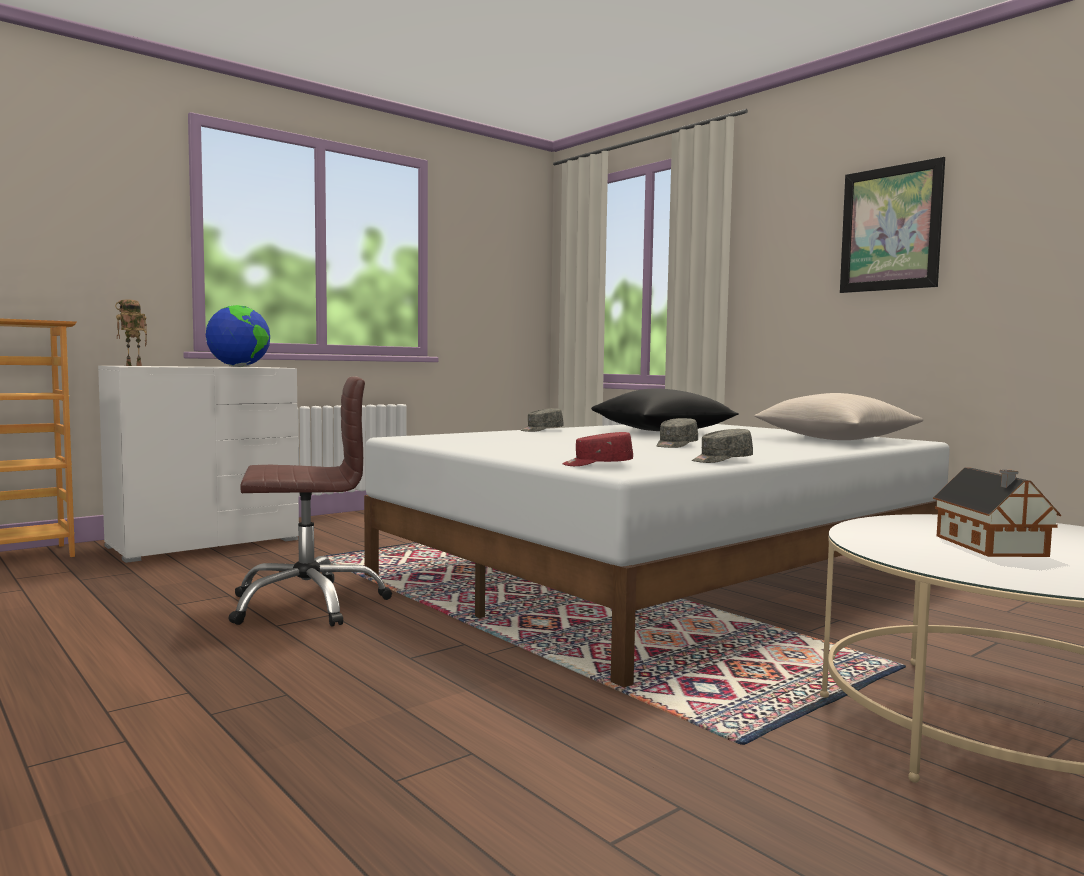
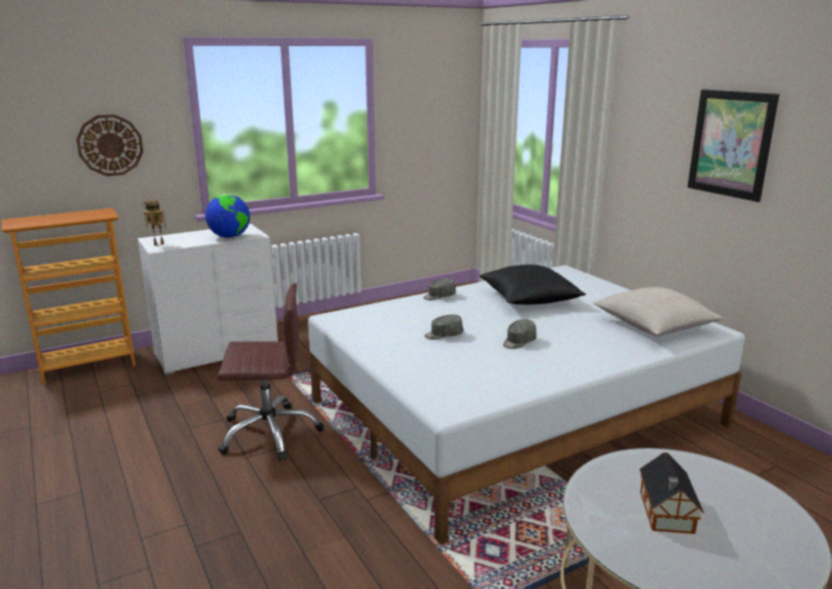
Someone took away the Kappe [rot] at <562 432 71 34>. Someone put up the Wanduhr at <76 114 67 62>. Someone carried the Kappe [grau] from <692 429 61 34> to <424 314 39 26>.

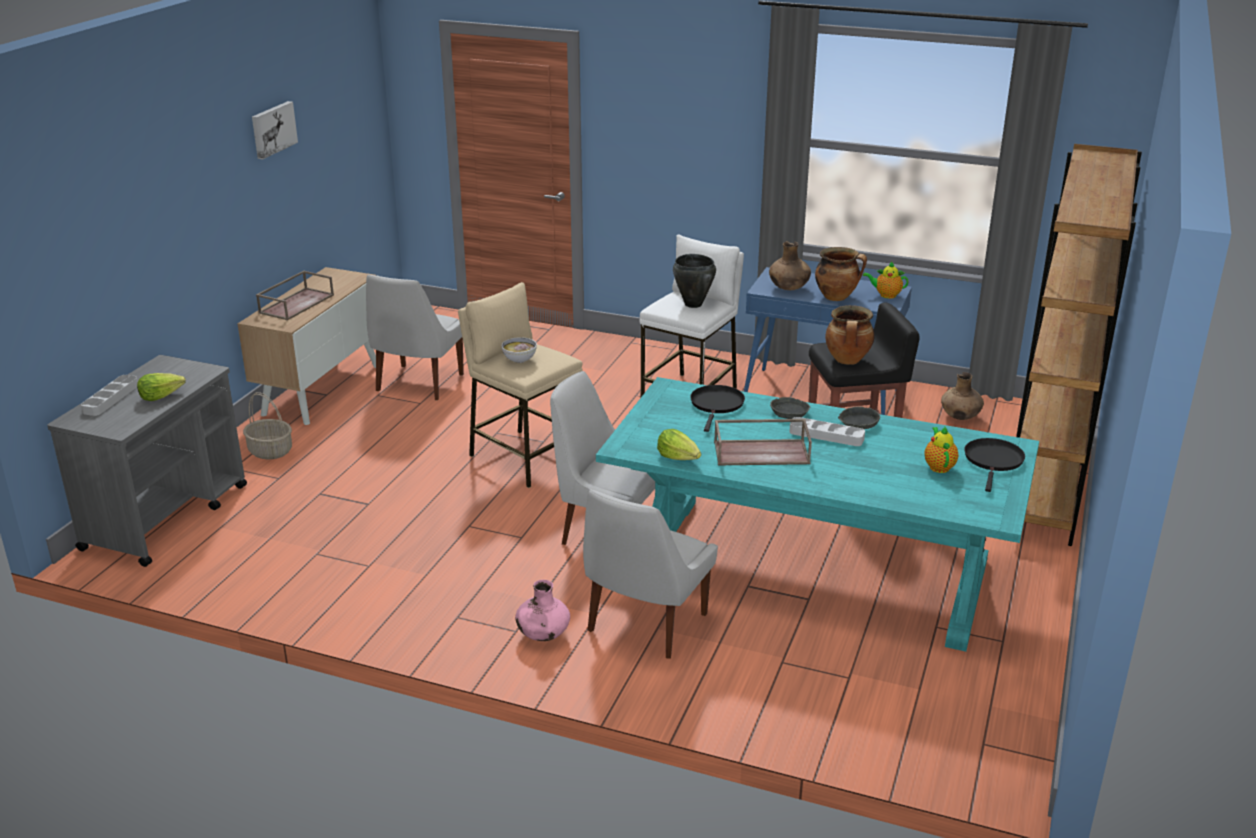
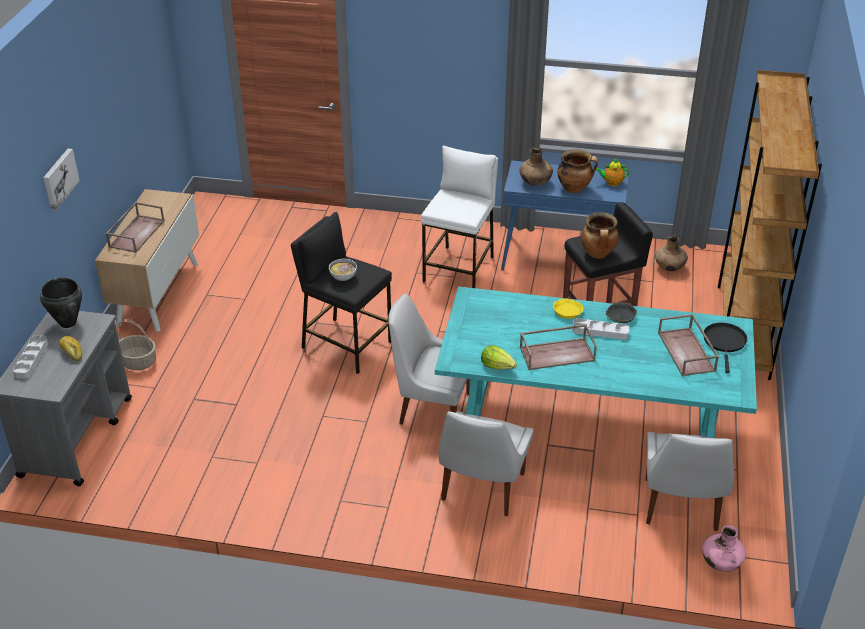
Someone took away the Pfanne [schwarz] at <690 385 55 47>. Someone carried the Bild from <252 101 46 58> to <43 149 37 62>. Someone carried the Stuhl [weiß] from <366 274 98 126> to <645 432 89 99>. Someone carried the Vase [rosa] from <515 580 55 61> to <702 525 44 47>. Someone carried the Kochtopf [schwarz] from <673 254 43 54> to <40 277 42 51>. Someone swapped the Salatkopf at <137 373 49 28> for the Brot at <59 336 23 25>. Someone swapped the Teekanne at <924 427 35 46> for the Tablett [braun] at <658 314 61 62>. Someone repainted the Hocker [beige] at <458 282 125 206>, which became the Hocker [schwarz] at <291 212 101 162>. Someone repainted the Schüssel [grau] at <770 397 40 22>, which became the Schüssel [gelb] at <553 299 30 20>.

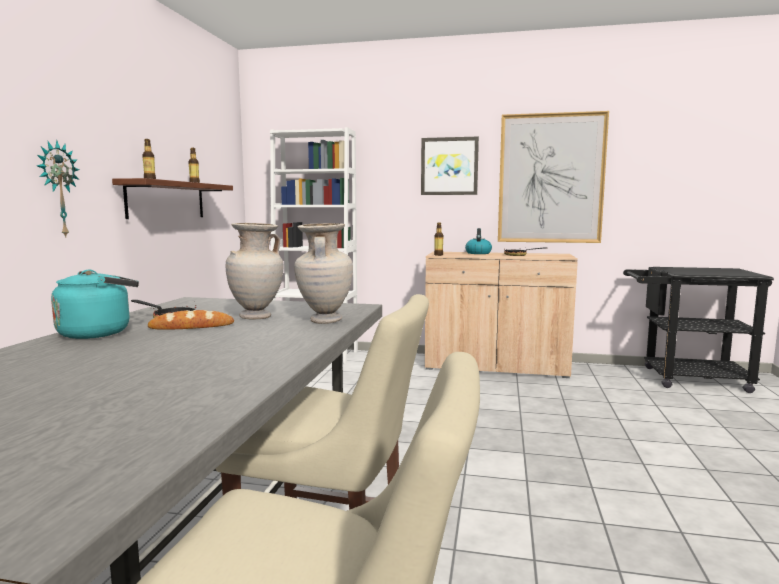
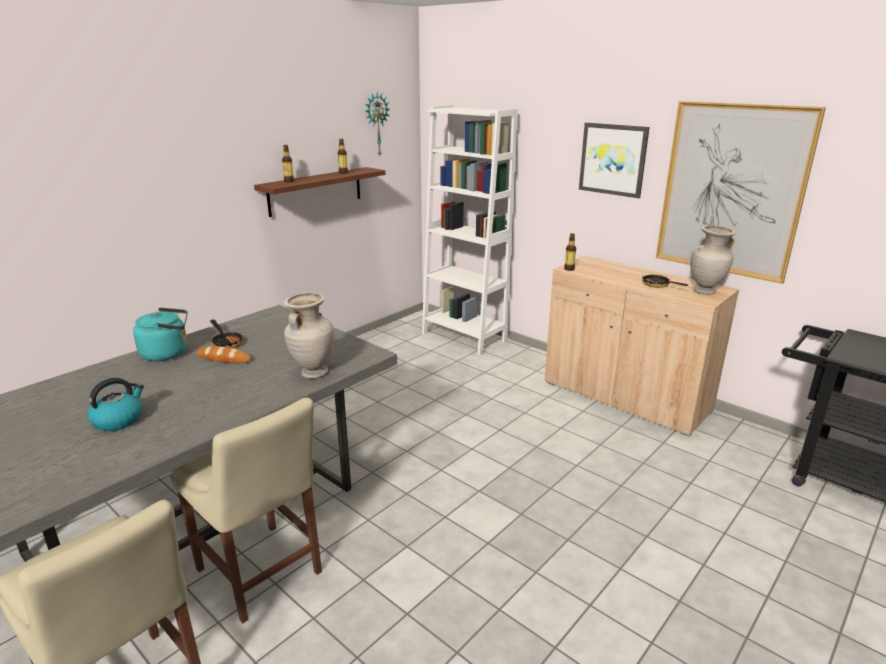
Someone carried the Wanduhr from <37 140 43 97> to <365 92 25 64>. Someone carried the Vase [beige] from <226 223 57 96> to <690 225 46 69>. Someone carried the Wasserkessel from <465 228 27 26> to <88 378 56 53>.

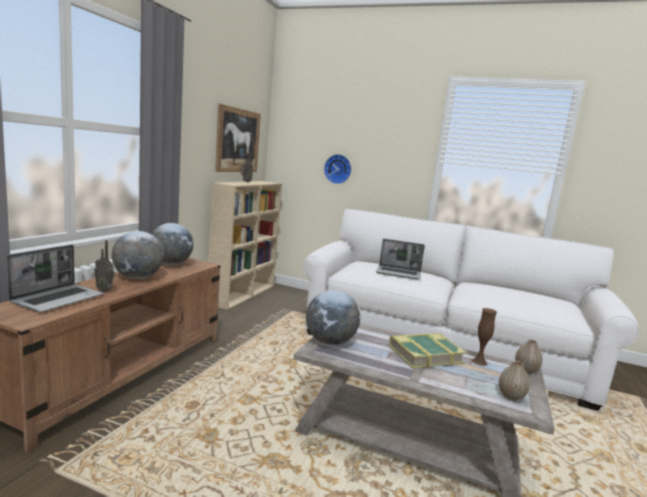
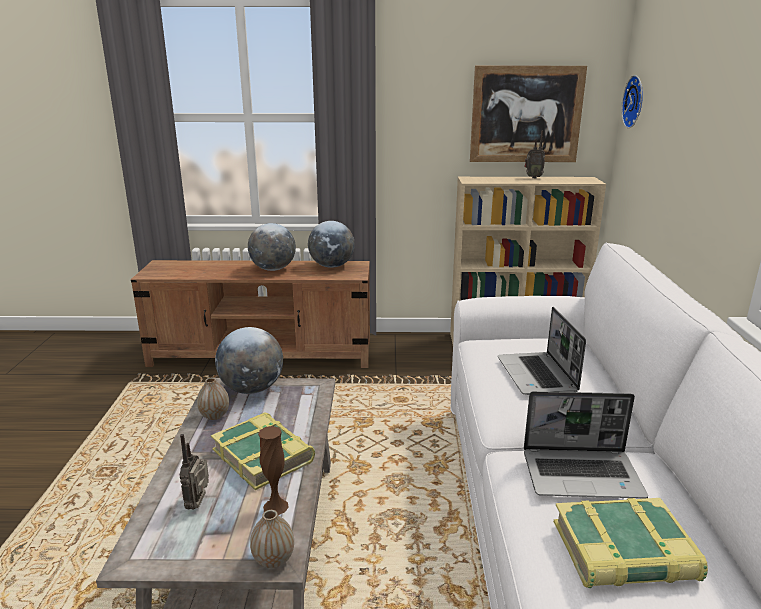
Someone put down the Buch at <553 498 155 90>. Someone carried the Laptop from <6 245 98 68> to <524 391 124 108>. Someone carried the Radio from <94 240 21 52> to <179 434 30 76>. Someone carried the Wanduhr from <324 154 27 30> to <621 75 22 53>. Someone carried the Vase from <499 361 31 40> to <197 378 32 42>.

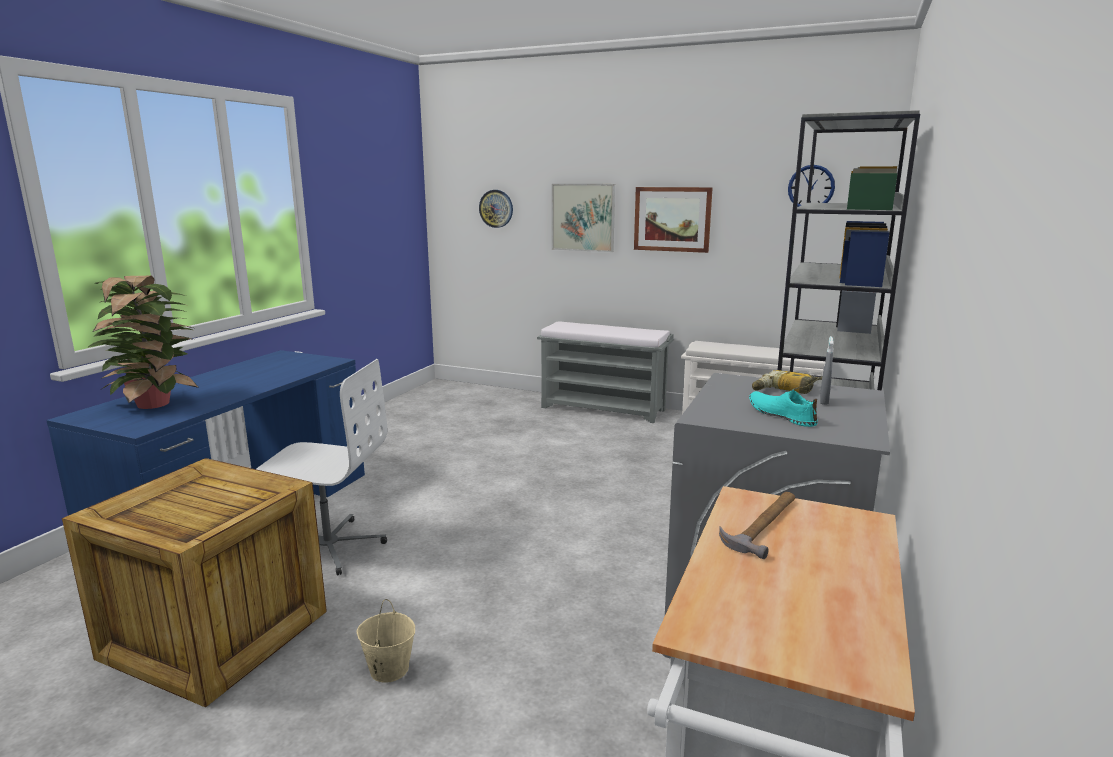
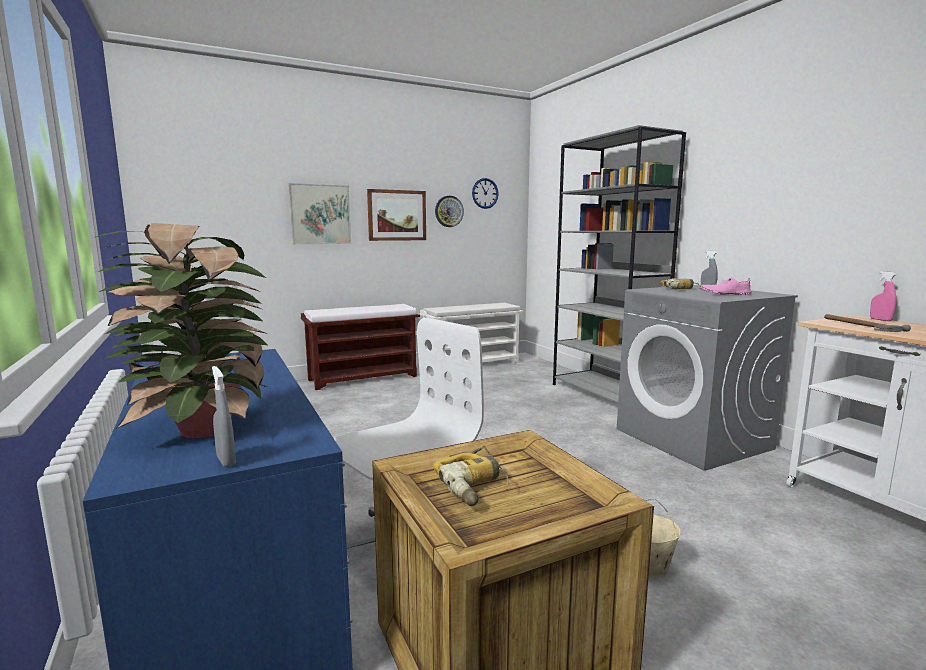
Someone put down the Sprühflasche [grau] at <212 366 24 101>. Someone put down the Bohrmaschine at <433 446 76 60>. Someone put down the Sprühflasche [rosa] at <870 271 27 50>. Someone carried the Wanduhr from <479 190 34 38> to <435 196 29 31>. Someone repainted the Bank [grau] at <537 321 137 102>, which became the Bank [braun] at <301 304 119 86>. Someone repainted the Schuh [türkis] at <749 390 69 37>, which became the Schuh [rosa] at <699 277 52 18>.

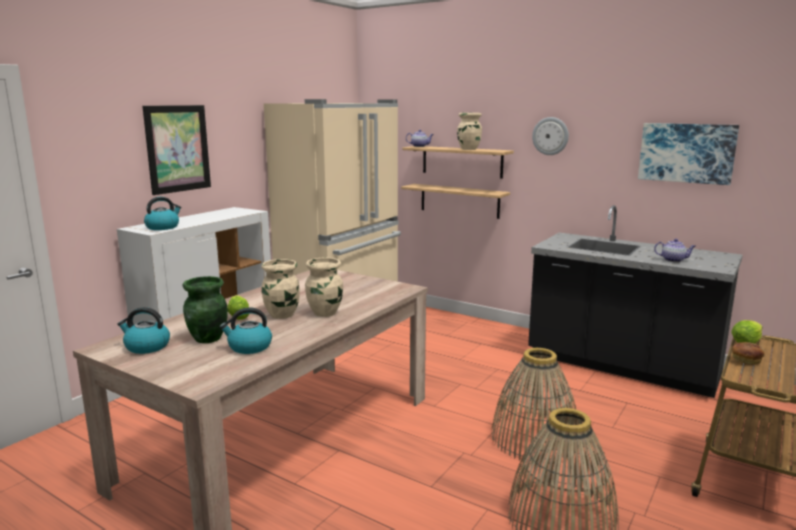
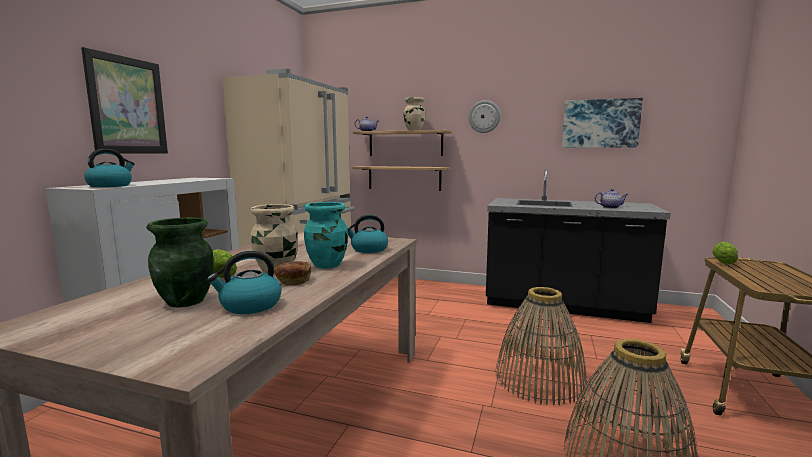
Someone carried the Wasserkessel from <117 307 53 47> to <347 215 41 38>. Someone carried the Brot from <732 342 33 23> to <274 261 37 24>. Someone repainted the Vase [beige] at <305 257 38 60>, which became the Vase [türkis] at <304 202 44 67>.

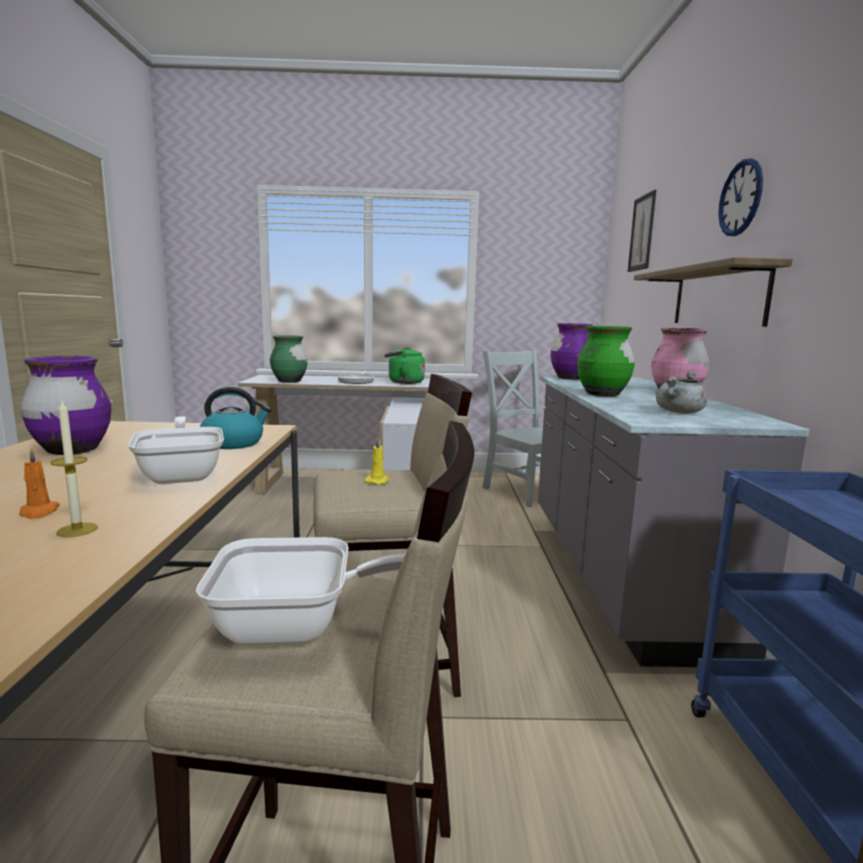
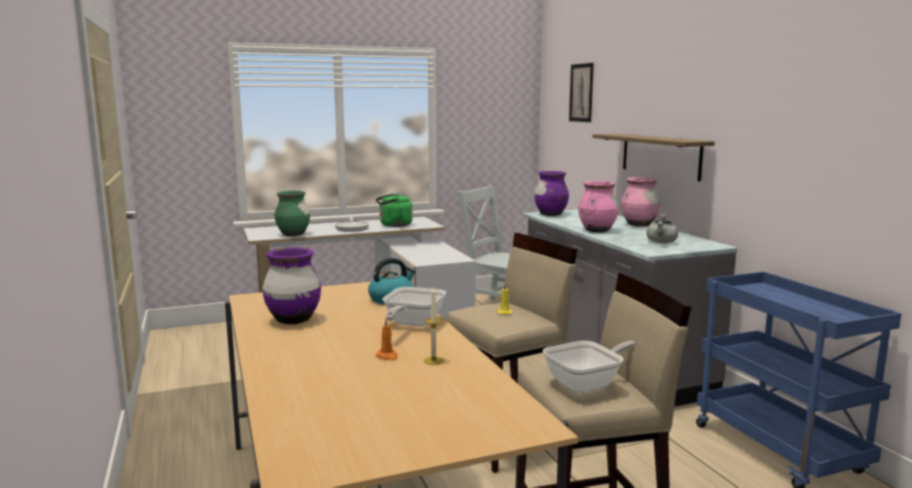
Someone took away the Wanduhr at <718 158 45 78>. Someone repainted the Vase [grün] at <577 326 58 71>, which became the Vase [rosa] at <578 181 41 52>. Someone rotated the Pfanne at <128 416 96 68> by 120 degrees counterclockwise.

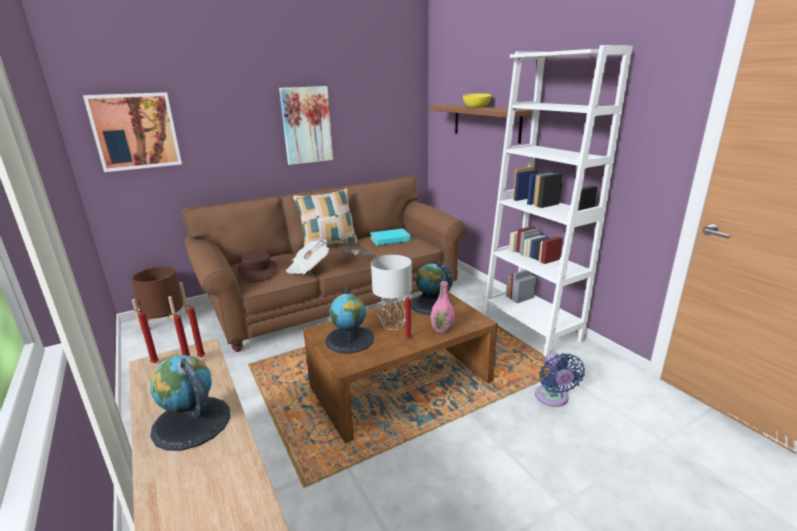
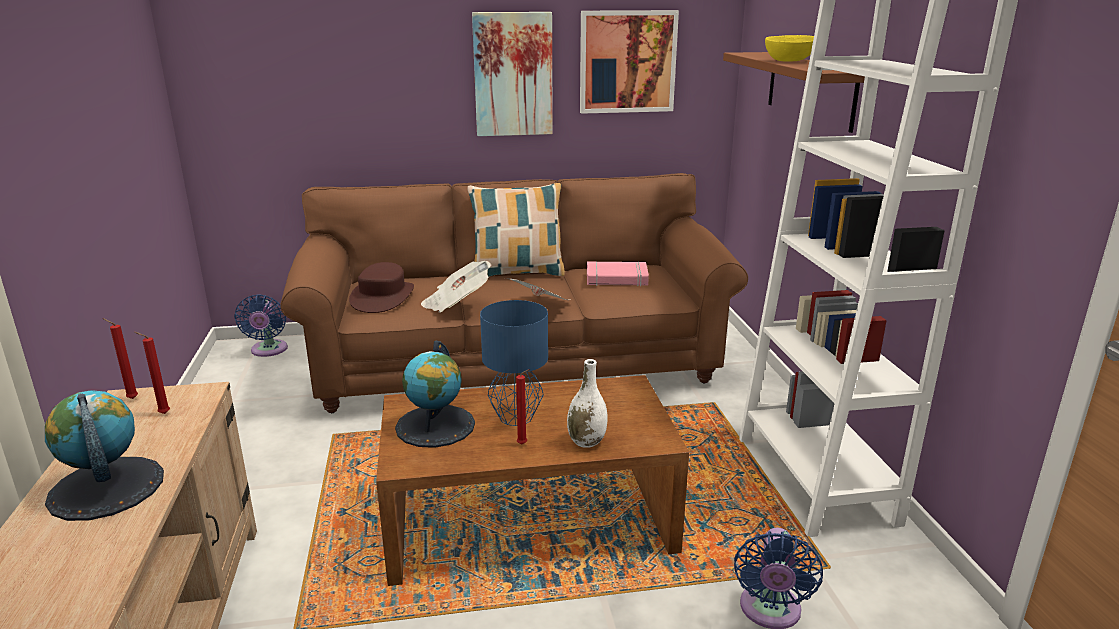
Someone took away the Kerze [rot] at <185 305 20 52>. Someone took away the Globus at <410 261 43 54>. Someone carried the Bild from <83 92 99 80> to <580 10 99 104>. Someone swapped the Pflanzkübel [braun] at <131 266 57 67> for the Ventilator [blau] at <234 294 54 63>. Someone repainted the Buch [türkis] at <370 228 40 18>, which became the Buch [rosa] at <587 261 62 25>. Someone repainted the Tischlampe [grau] at <371 255 41 75>, which became the Tischlampe [blau] at <480 300 68 126>. Someone repainted the Vase [rosa] at <431 281 23 52>, which became the Vase [weiß] at <567 359 41 89>.

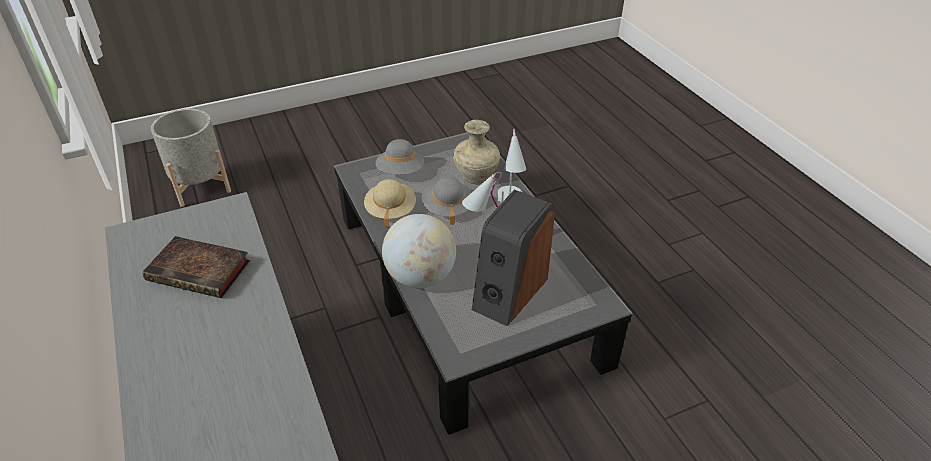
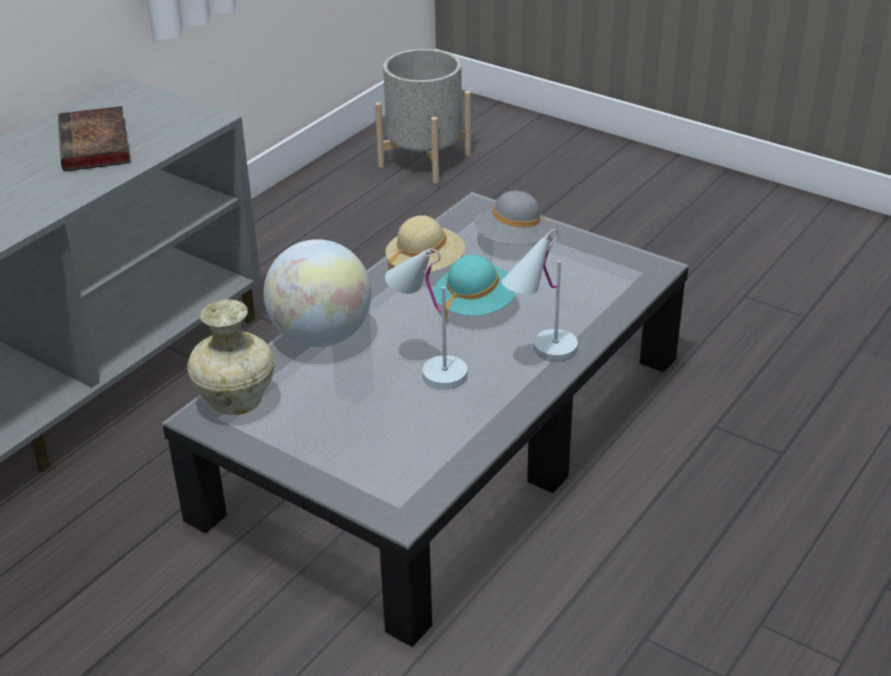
Someone took away the Lautsprecher at <472 190 83 136>. Someone carried the Vase [beige] from <453 119 47 65> to <187 299 88 116>. Someone repainted the Hut [grau] at <422 177 50 48>, which became the Hut [türkis] at <434 254 82 68>.

